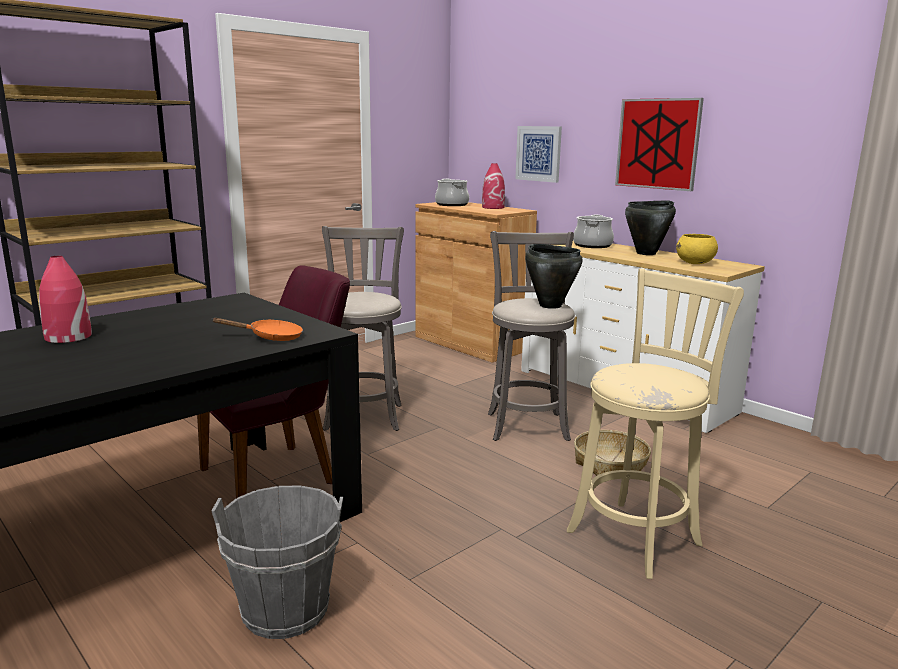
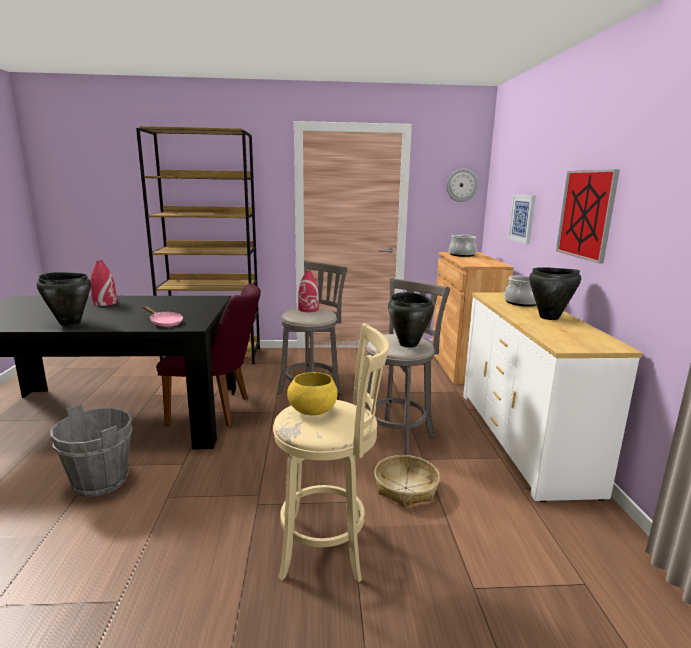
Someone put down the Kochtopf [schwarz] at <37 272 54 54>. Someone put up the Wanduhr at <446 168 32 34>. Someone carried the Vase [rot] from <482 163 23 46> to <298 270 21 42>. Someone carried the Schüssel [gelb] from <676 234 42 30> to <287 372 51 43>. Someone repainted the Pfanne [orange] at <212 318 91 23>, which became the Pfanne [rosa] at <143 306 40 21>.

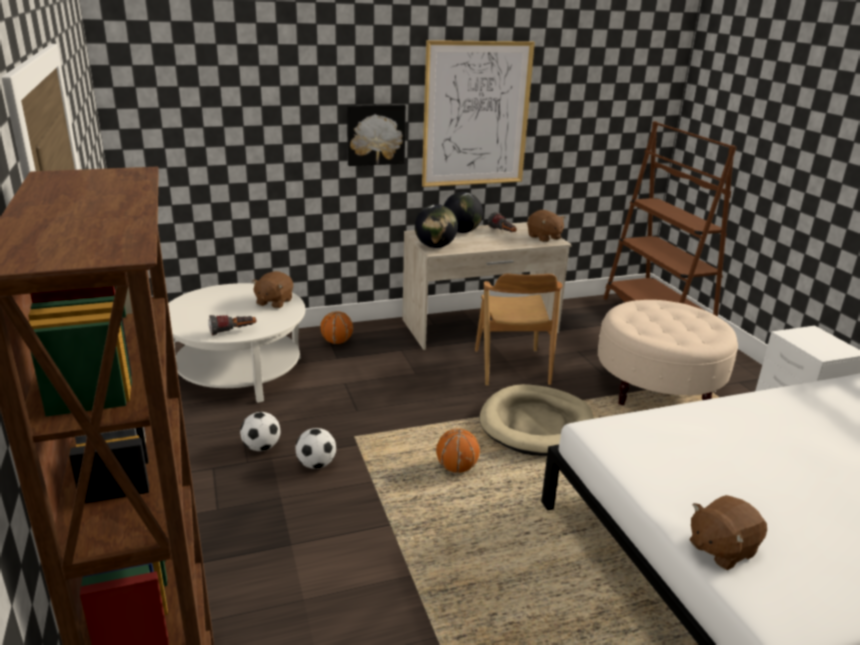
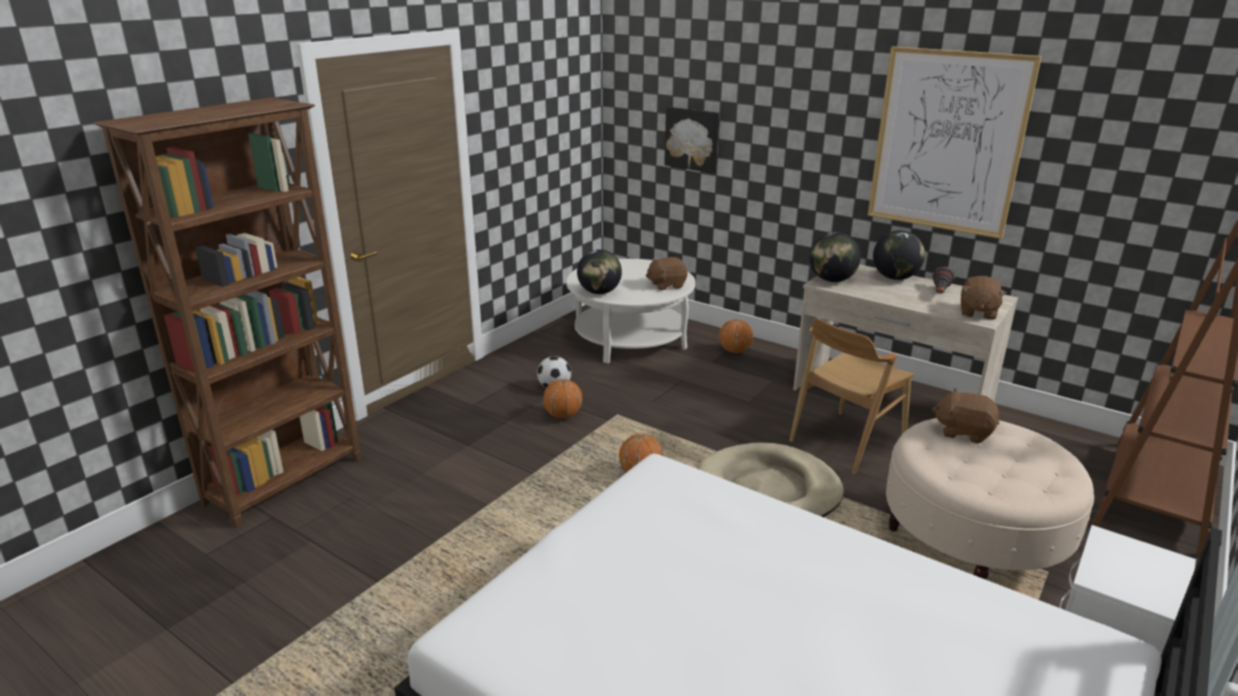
Someone carried the Bild from <347 104 59 62> to <664 107 55 66>. Someone carried the Plüschtier [braun] from <689 495 78 75> to <932 388 67 56>. Someone swapped the Taschenlampe at <208 315 48 21> for the Globus at <577 249 45 45>. Someone swapped the Fußball at <295 428 41 41> for the Basketball at <543 379 39 40>.

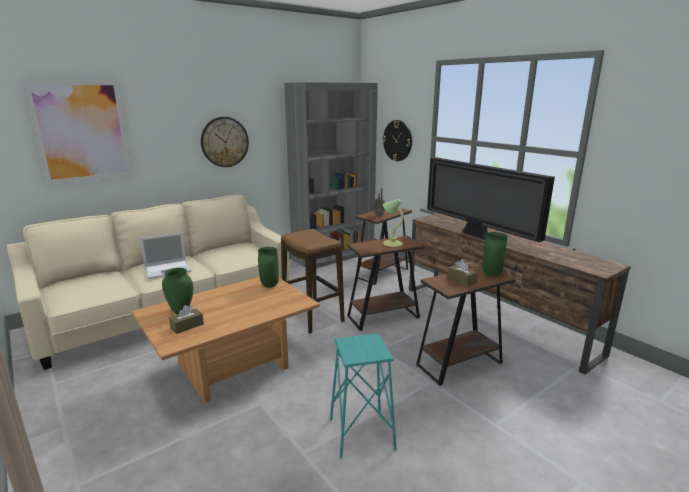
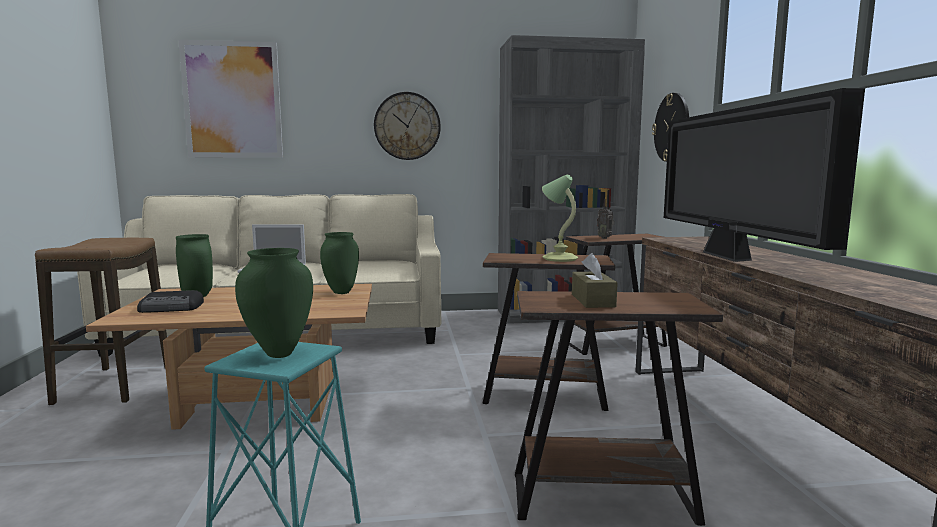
Someone carried the Hocker from <281 229 64 105> to <35 238 132 167>. Someone carried the Vase [grün] from <482 232 26 45> to <235 248 78 110>. Someone swapped the Taschentuchbox [braun] at <169 305 35 29> for the Radio at <137 290 67 23>.

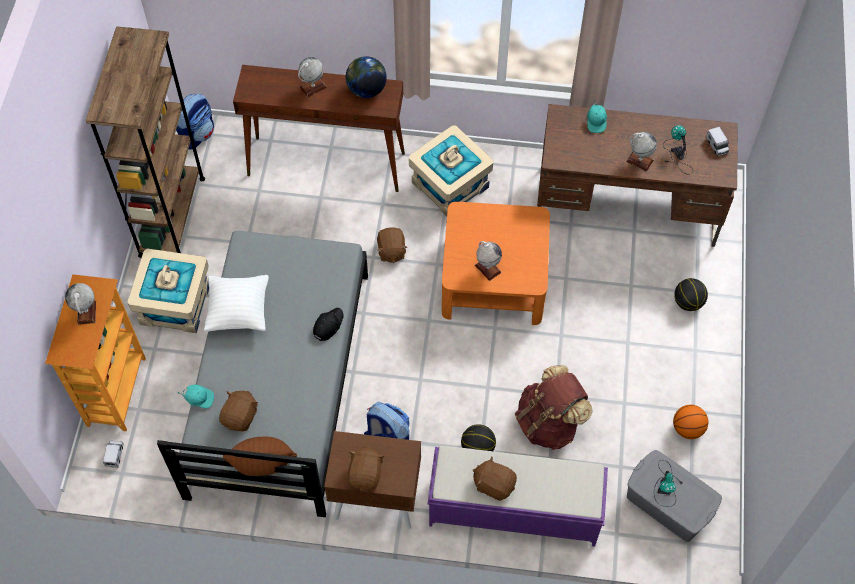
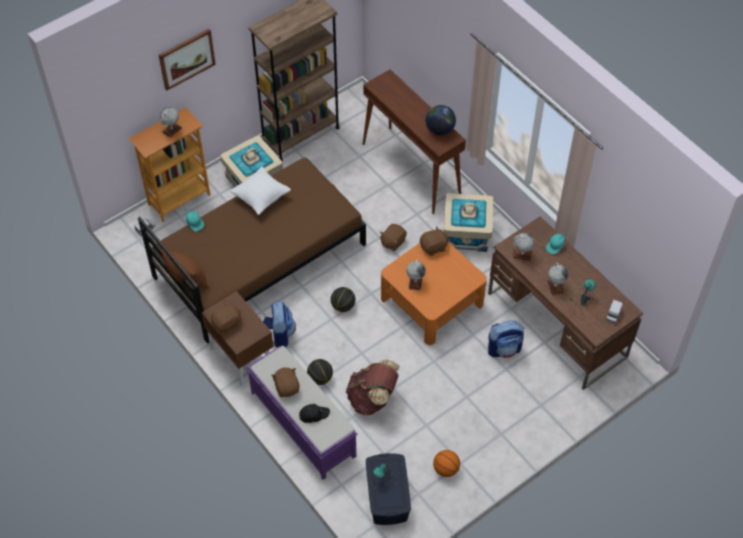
Someone put up the Bild at <159 29 57 61>. Someone carried the Rucksack from <176 93 38 57> to <488 321 36 37>. Someone carried the Plüschtier [braun] from <219 391 39 40> to <420 226 29 30>. Someone carried the Globus from <298 57 29 40> to <513 233 21 28>. Someone carried the Kappe [schwarz] from <313 308 31 33> to <299 404 31 19>. Someone carried the Basketball from <674 278 34 33> to <331 287 24 25>. Someone repainted the Bett [grau] at <157 231 211 286>, which became the Bett [braun] at <138 158 228 186>. Someone repainted the Aufbewahrungsbox [grau] at <627 450 95 92>, which became the Aufbewahrungsbox [blau] at <366 453 45 72>.

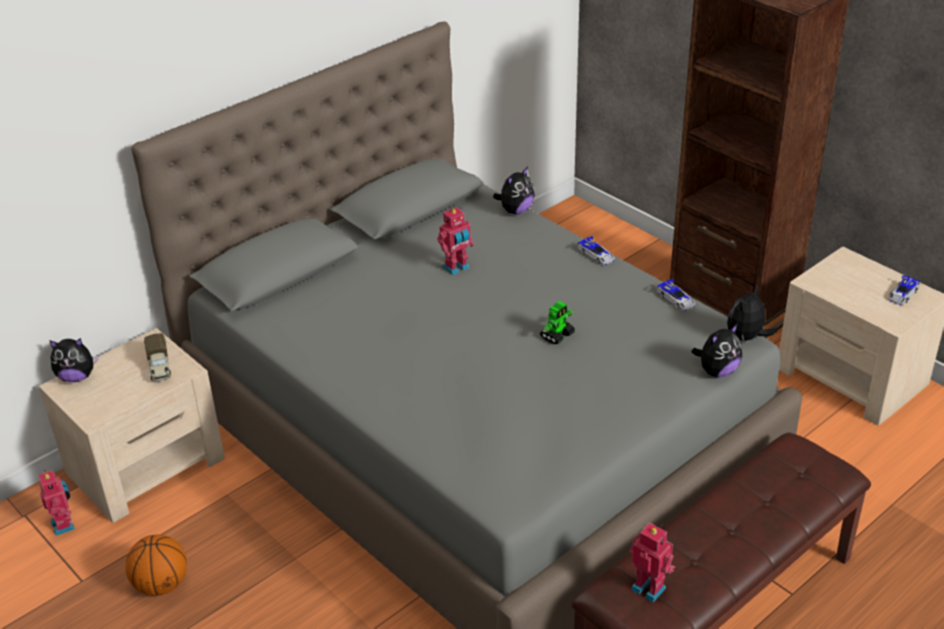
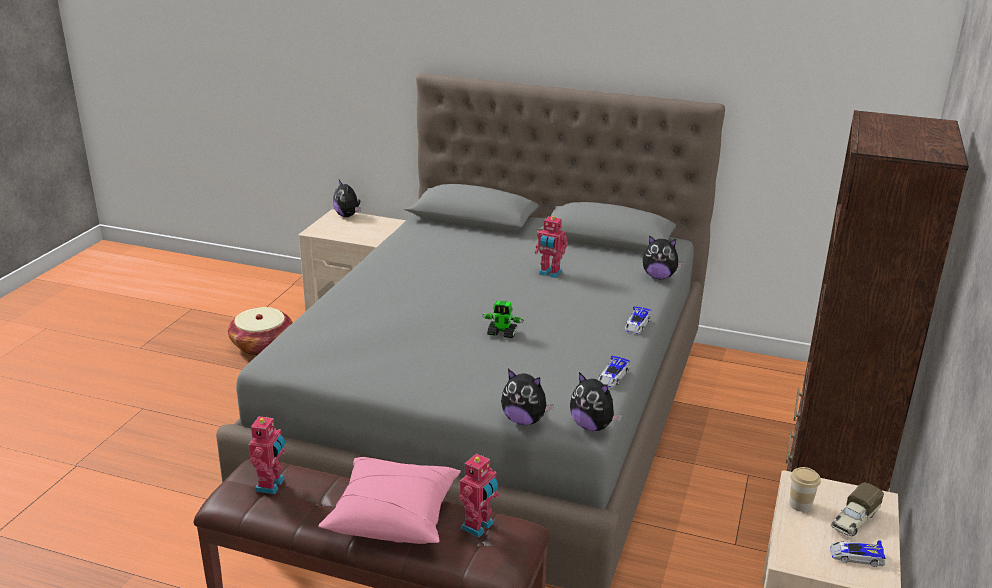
Someone put down the Kissen [rosa] at <318 457 143 87>. Someone put down the Tasse at <789 467 32 45>. Someone carried the Spielzeugroboter from <39 470 36 66> to <459 453 40 84>. Someone carried the Spielzeuglaster from <144 334 27 47> to <831 482 53 54>. Someone swapped the Basketball at <125 534 62 62> for the Korb at <228 307 65 49>. Someone rotated the Plüschtier at <727 287 50 55> by 150 degrees counterclockwise.

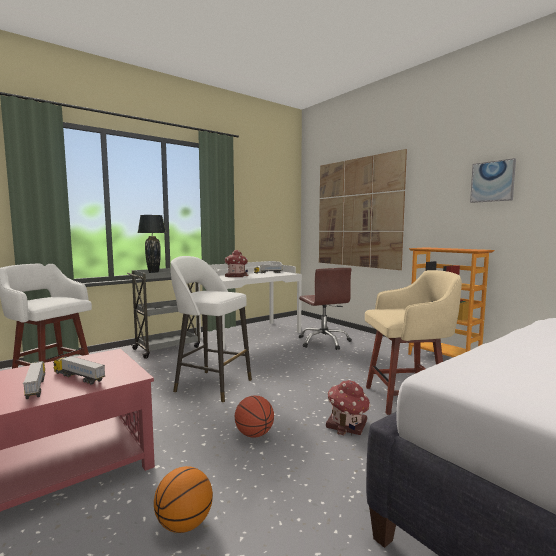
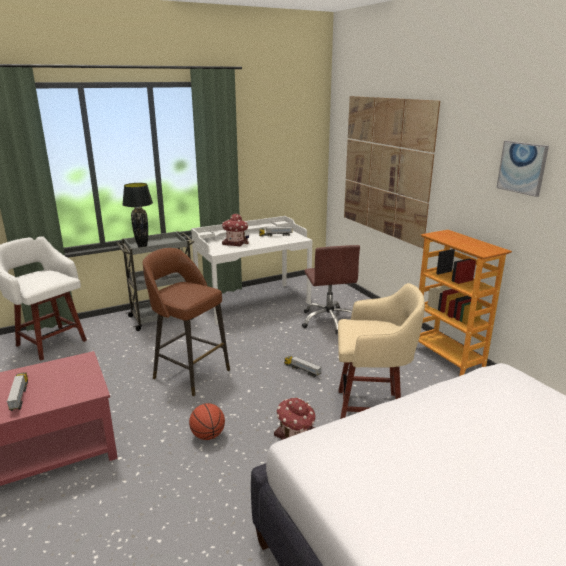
Someone took away the Basketball at <154 466 59 67>. Someone carried the Spielzeuglaster from <53 356 52 29> to <284 356 38 21>. Someone repainted the Hocker [weiß] at <171 256 81 147>, which became the Hocker [braun] at <143 248 87 148>.

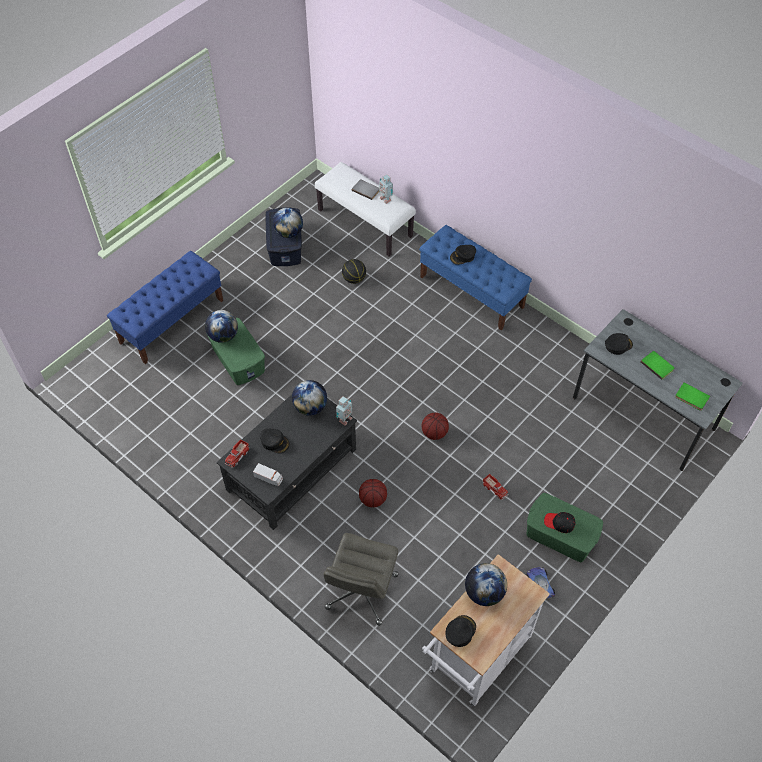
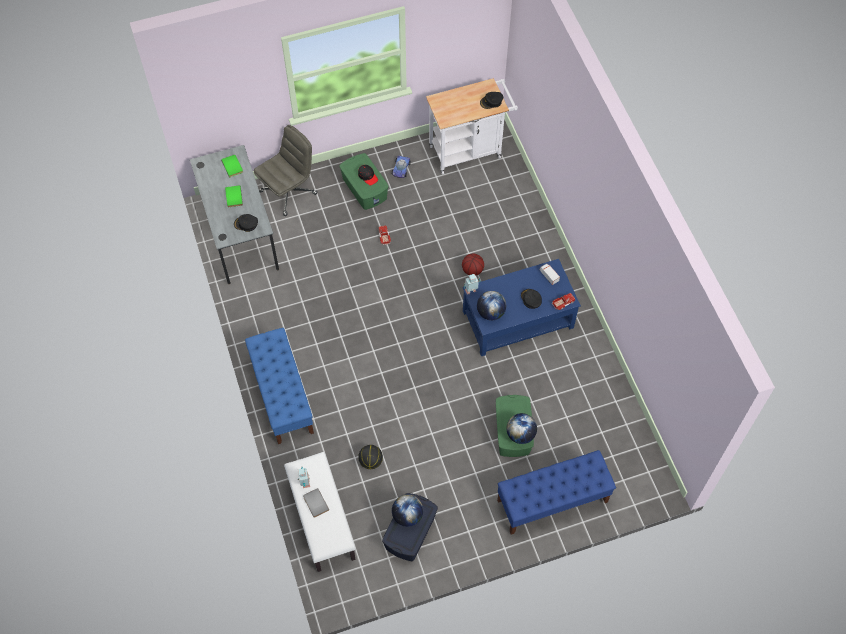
Someone took away the Basketball at <422 413 27 27>. Someone took away the Kappe [schwarz] at <450 245 26 20>. Someone took away the Globus at <465 563 42 43>. Someone carried the Bürostuhl [grau] from <324 533 75 93> to <254 125 63 91>. Someone repainted the Couchtisch [schwarz] at <217 395 140 135>, which became the Couchtisch [blau] at <463 259 118 97>.

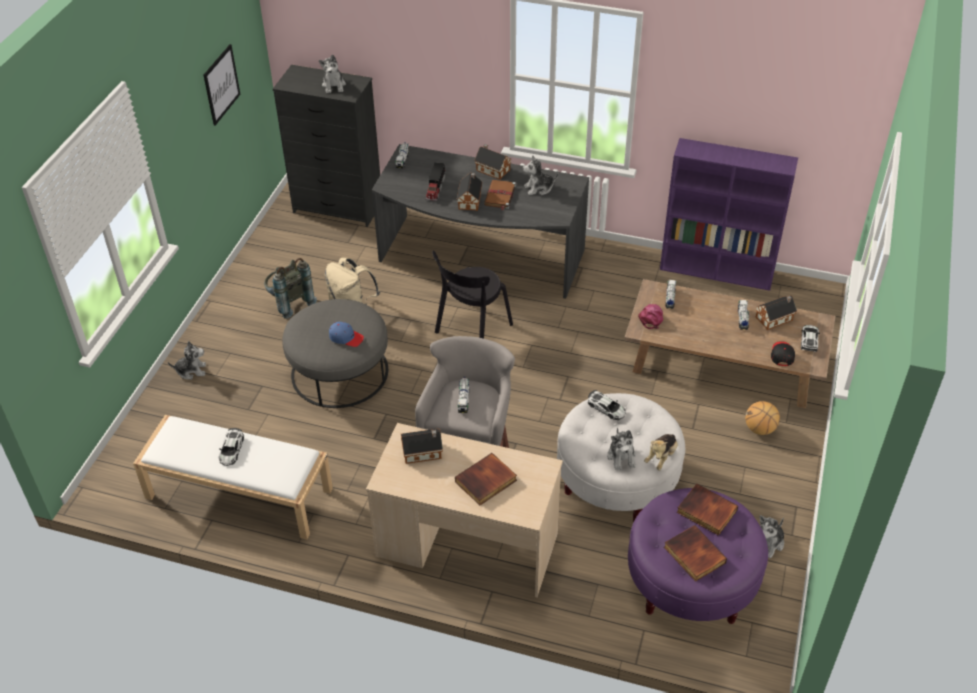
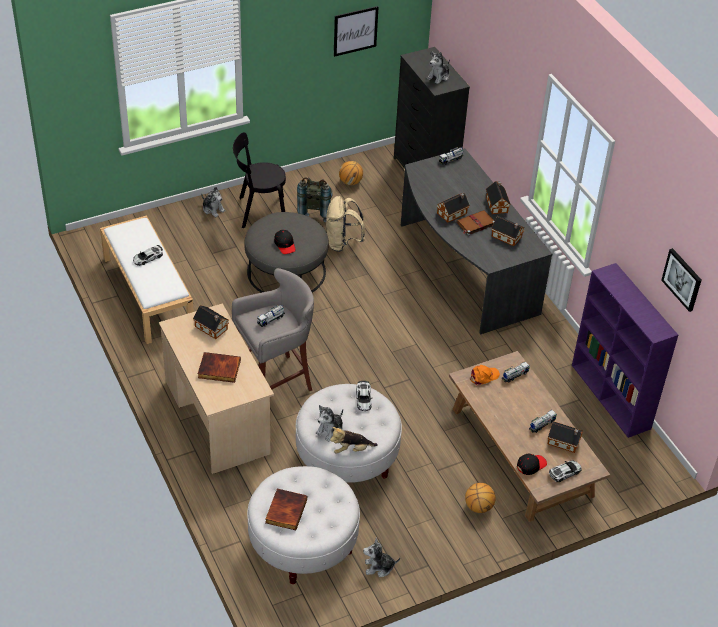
Someone took away the Spielzeuglaster at <426 162 20 39>. Someone took away the Buch at <677 484 61 52>. Someone put down the Basketball at <339 161 24 24>. Someone put up the Bild at <661 248 40 64>. Someone carried the Stuhl [schwarz] from <432 250 81 89> to <233 132 53 96>. Someone swapped the Plüschtier at <523 155 36 40> for the Spielzeughaus at <491 216 33 30>. Someone repainted the Kappe [blau] at <329 322 35 25>, which became the Kappe [schwarz] at <274 230 22 24>. Someone repainted the Polsterhocker [lila] at <628 488 140 136>, which became the Polsterhocker [weiß] at <247 466 113 118>. Someone repainted the Kappe [rosa] at <638 304 25 25>, which became the Kappe [orange] at <470 365 30 21>.

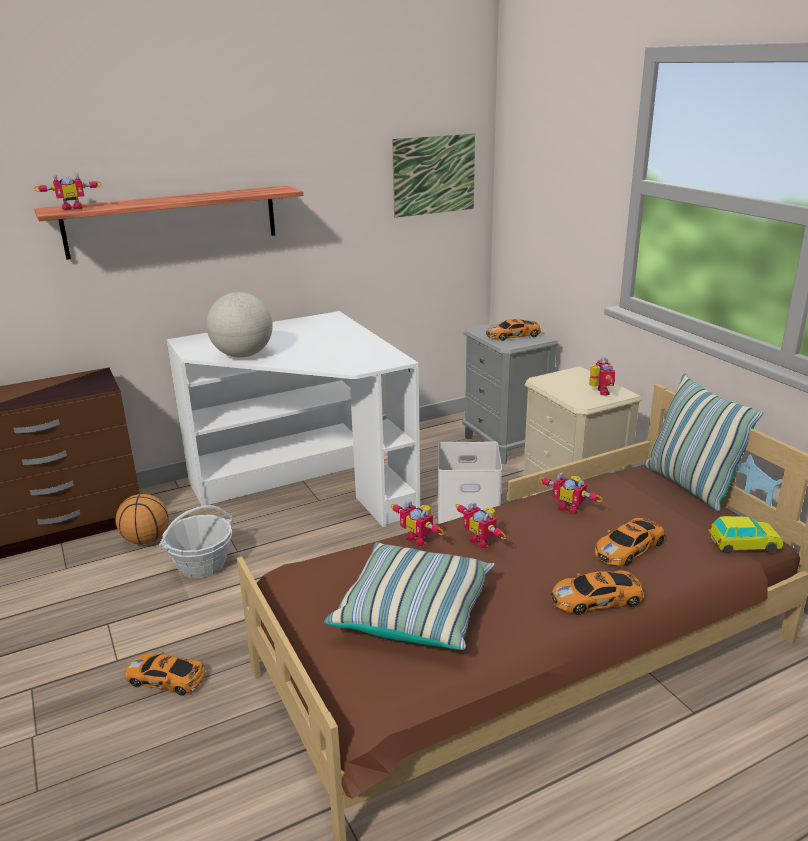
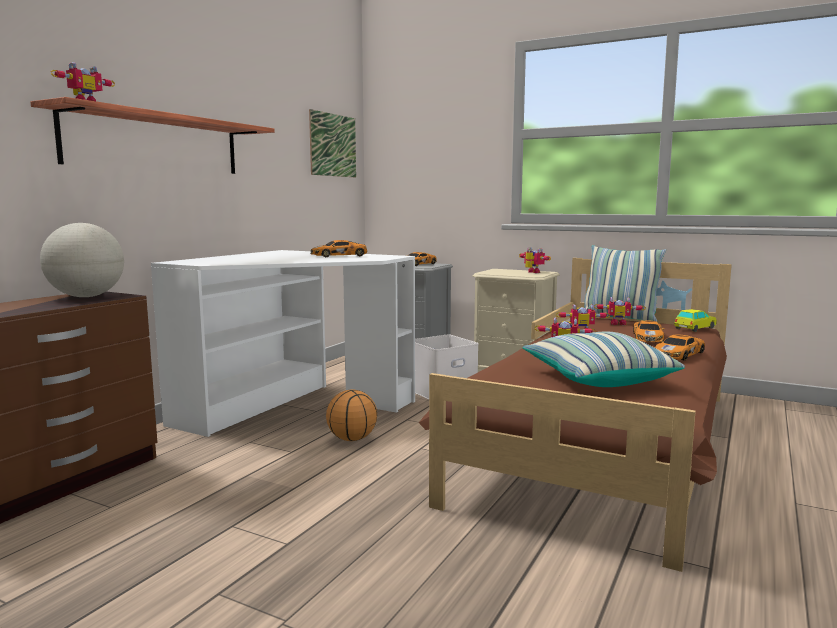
Someone took away the Korb at <159 505 74 73>. Someone carried the Basketball from <115 494 54 50> to <326 389 51 52>. Someone carried the Spielzeugauto from <125 652 81 44> to <311 240 57 17>. Someone carried the Globus from <206 292 67 66> to <40 223 84 74>. Someone carried the Spielzeugroboter from <391 501 53 45> to <594 297 52 28>.

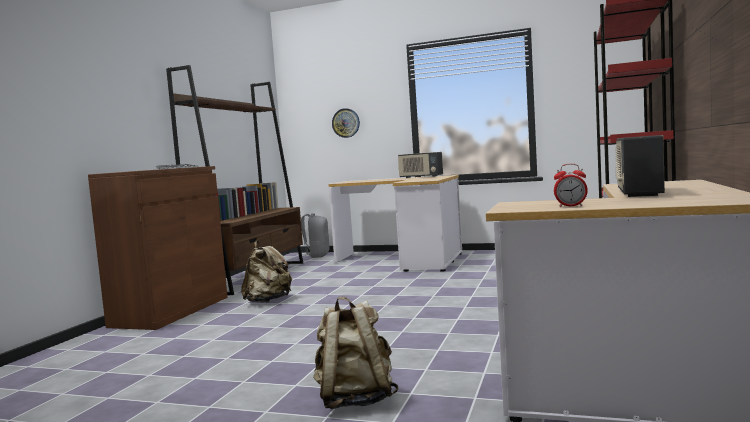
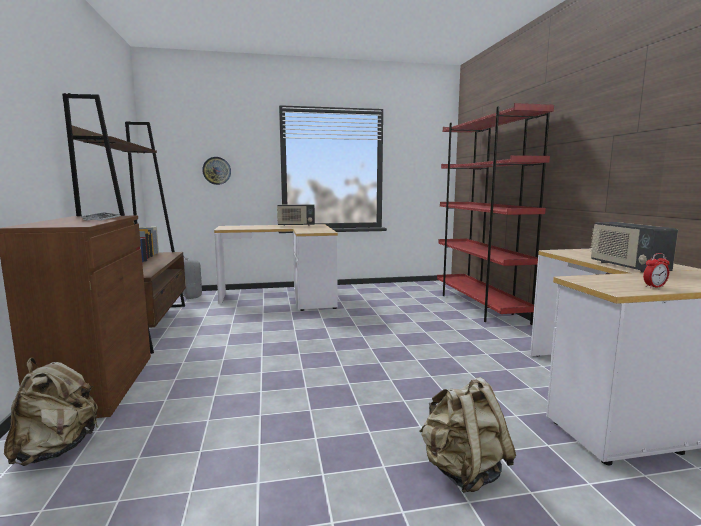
Someone carried the Rucksack [beige] from <241 240 51 63> to <4 357 94 109>.

